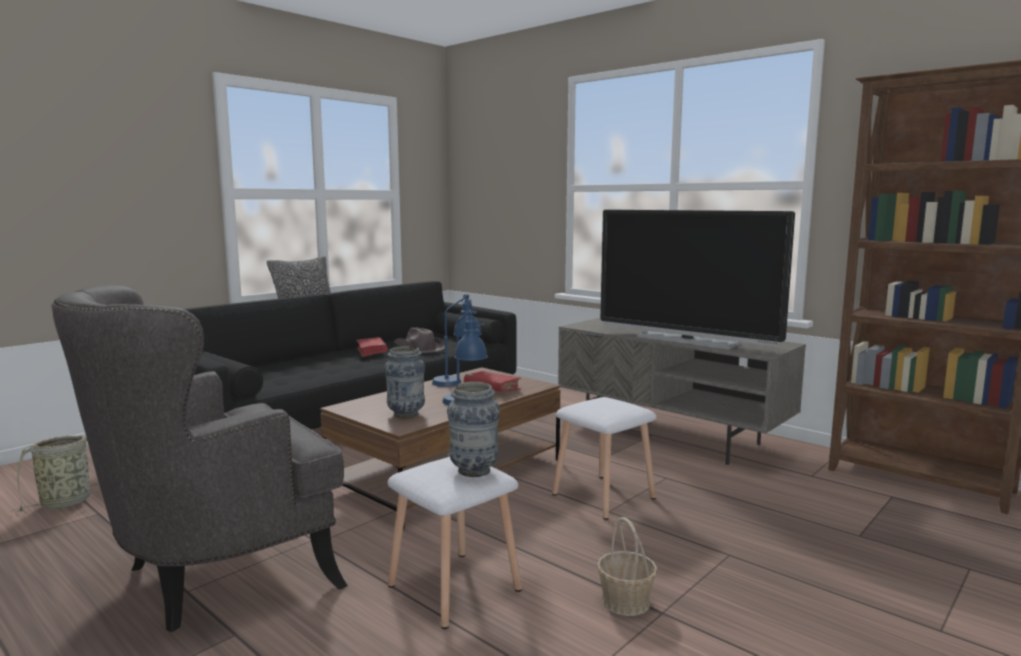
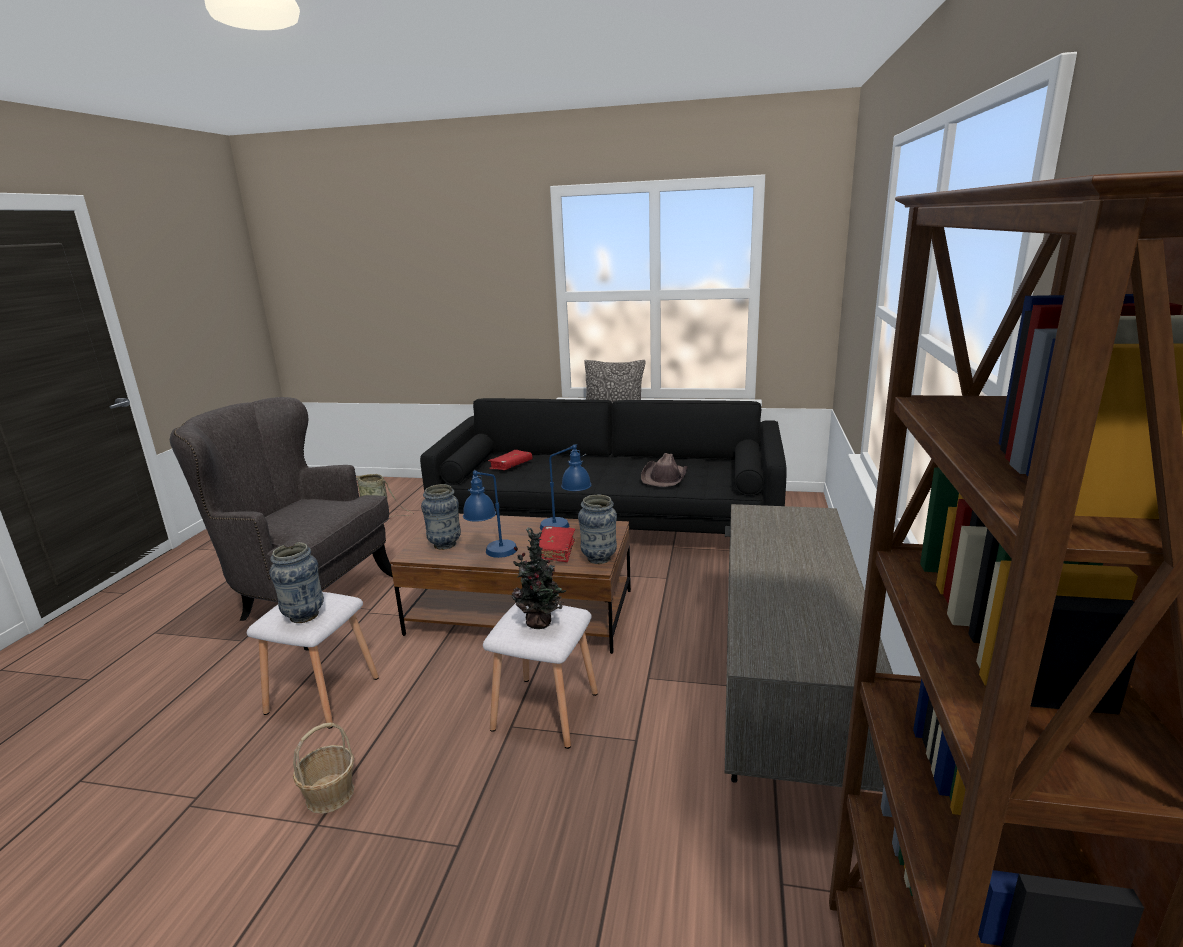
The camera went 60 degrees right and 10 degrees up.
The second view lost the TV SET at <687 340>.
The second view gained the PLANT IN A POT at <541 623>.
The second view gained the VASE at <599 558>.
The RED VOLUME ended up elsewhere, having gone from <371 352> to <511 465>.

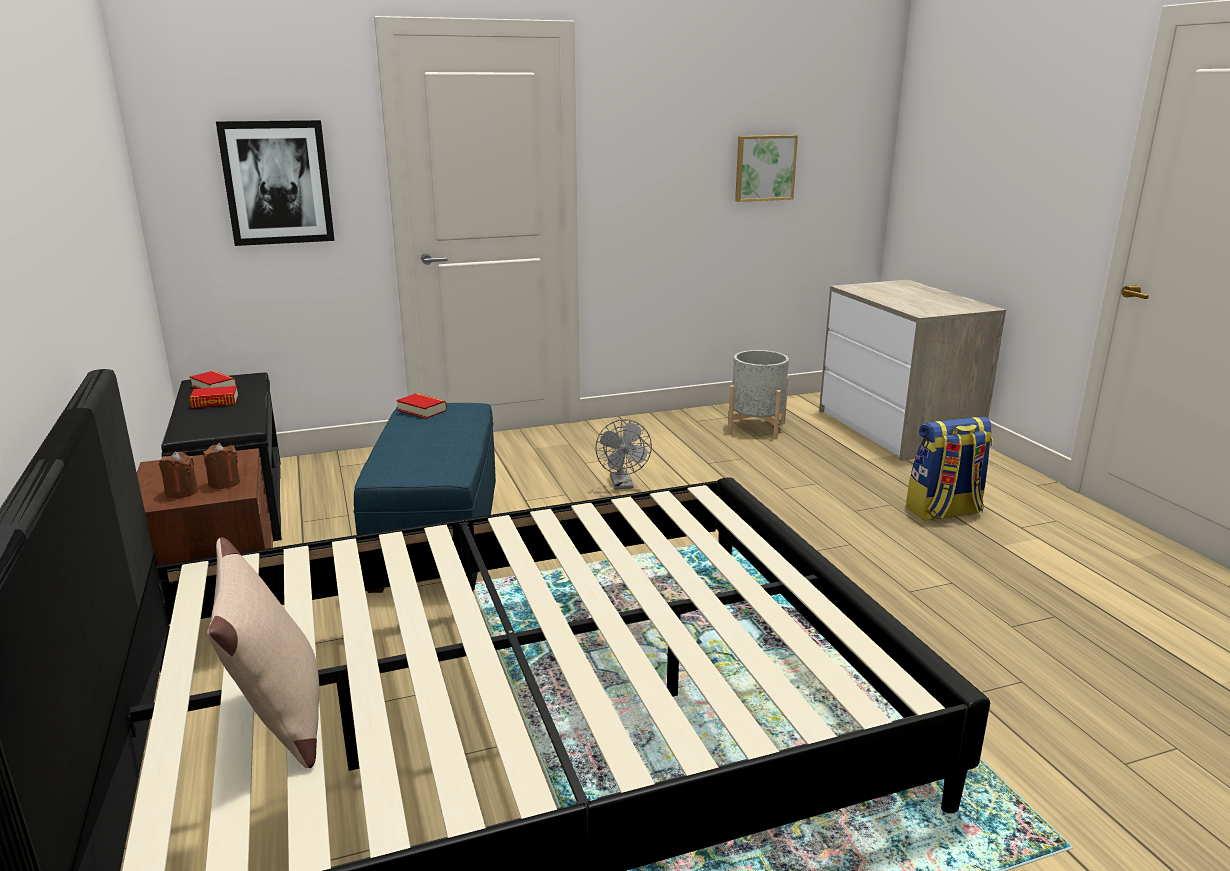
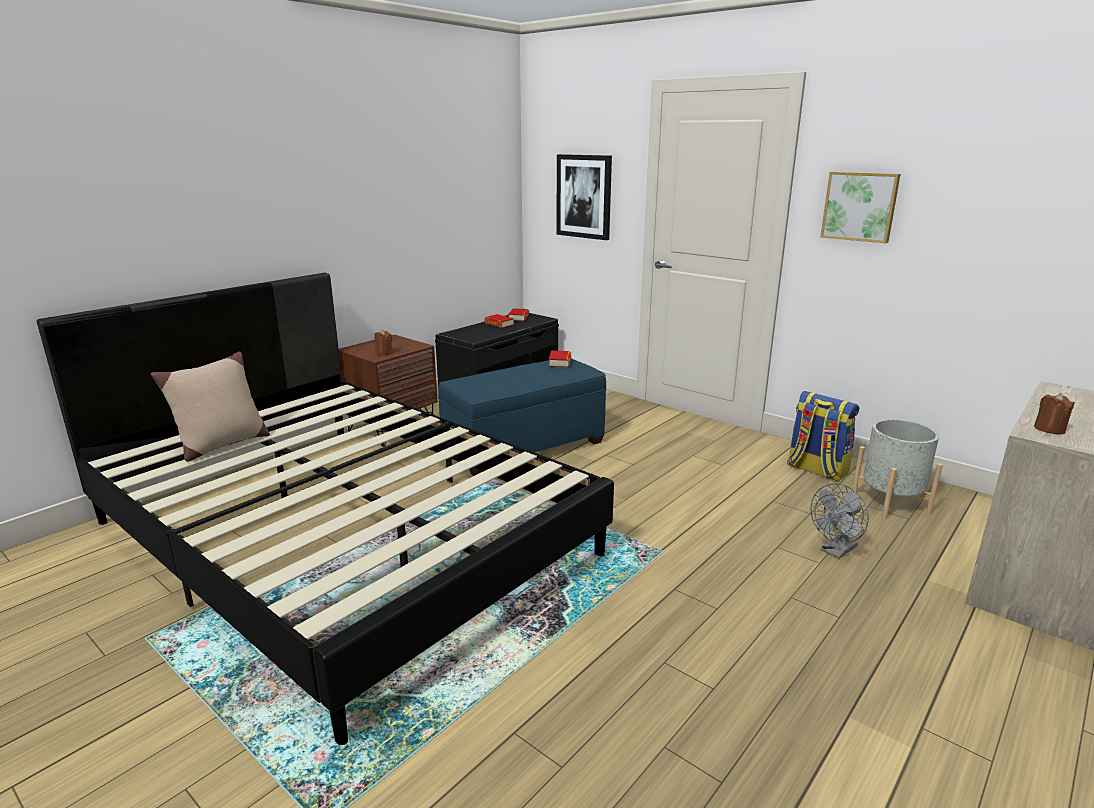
The camera went 60 degrees right and 0 degrees up.
The BROWNISH WAX CANDLE ended up elsewhere, having gone from <181 492> to <1049 429>.
The GRAY ELECTRIC FAN ended up elsewhere, having gone from <623 485> to <836 551>.
The WALL ART ended up elsewhere, having gone from <764 168> to <860 206>.
The KNAPSACK ended up elsewhere, having gone from <944 512> to <816 470>.

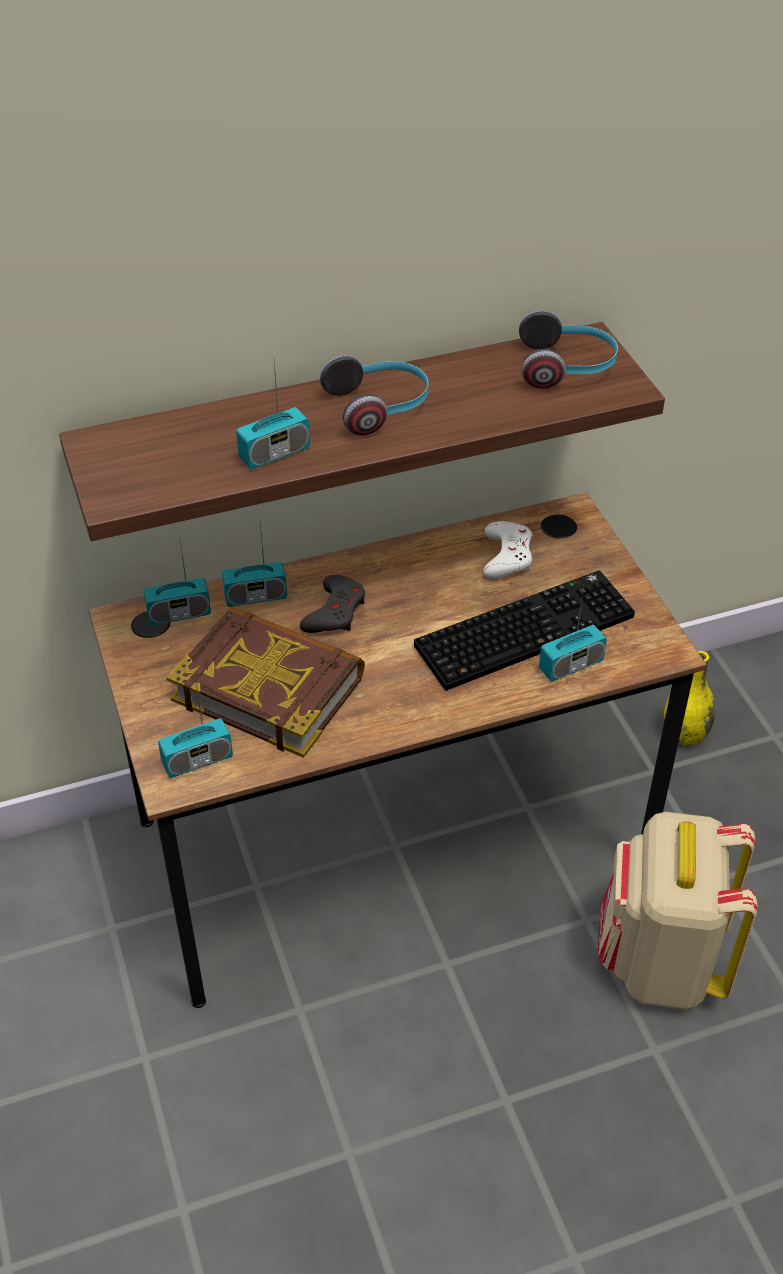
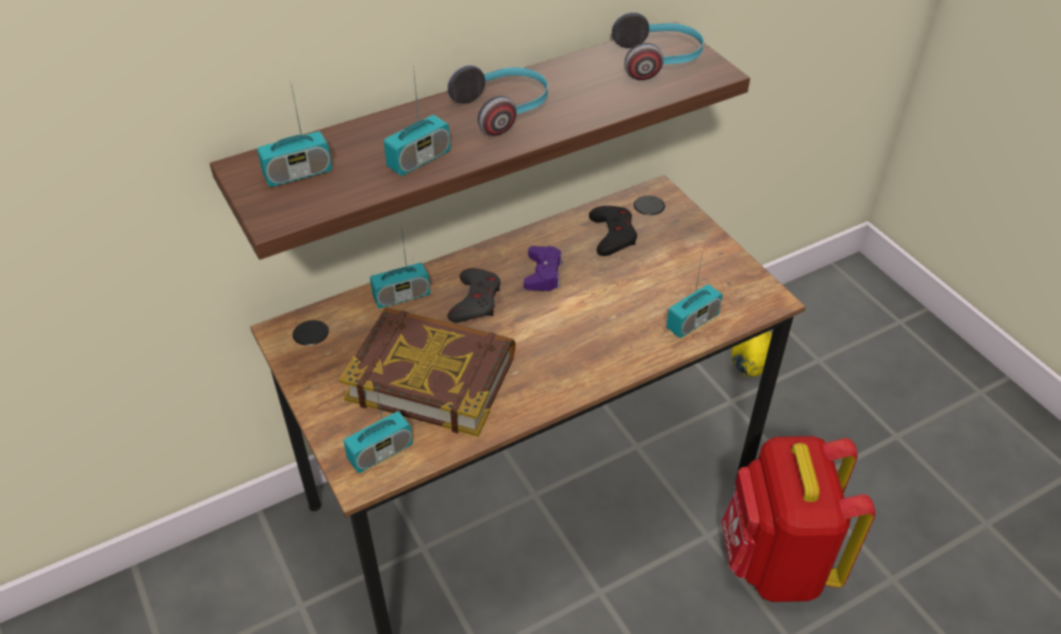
The camera went 10 degrees left and 0 degrees up.
The second view lost the PC KEYBOARD at <525 628>.
The second view gained the PURPLISH GAMEPAD at <543 274>.
The RADIO ended up elsewhere, having gone from <179 614> to <298 174>.
What was the WHITISH GAMEPAD at <507 555> turned into the BLACK-COLOURED GAMEPAD at <612 235>.
What was the BEIGE-COLOURED KNAPSACK at <660 962> turned into the RED KNAPSACK at <775 563>.

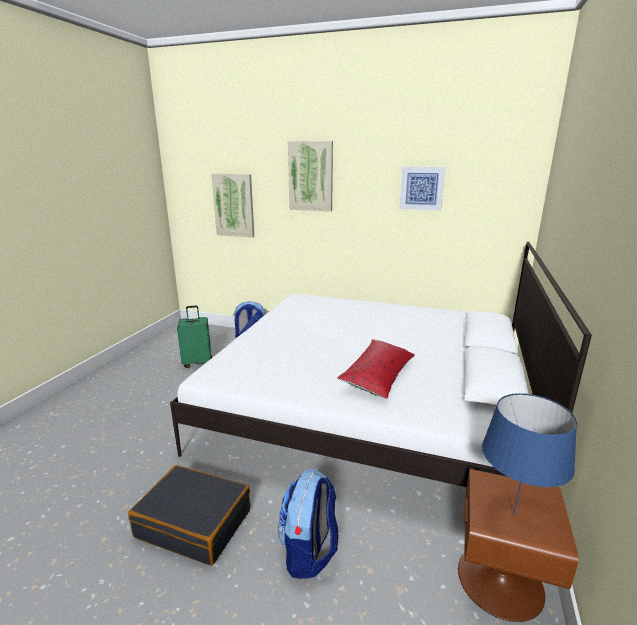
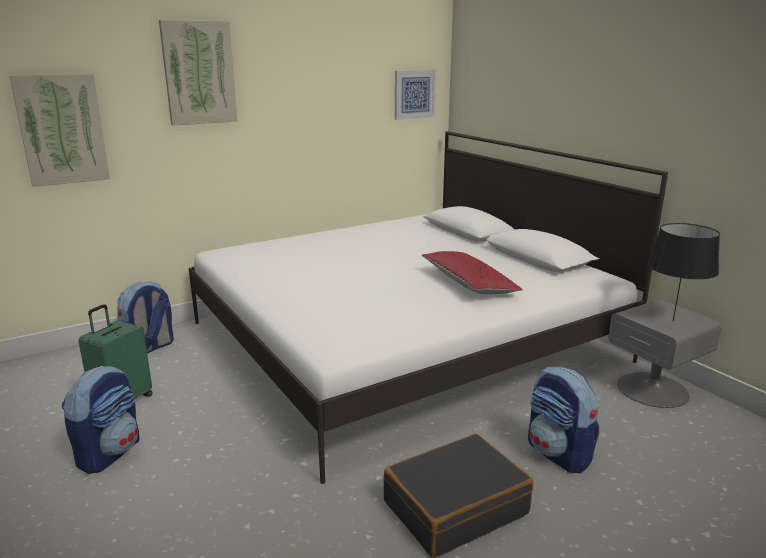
The camera went 50 degrees left and 0 degrees up.
The second view gained the KNAPSACK at <109 453>.
The WALL ART ended up elsewhere, having gone from <421 188> to <414 94>.
What was the BROWNISH NIGHT TABLE at <501 580> turned into the GRAY NIGHT TABLE at <653 389>.
What was the BLUE-COLOURED TABLETOP LAMP at <513 514> turned into the BLACK-COLOURED TABLETOP LAMP at <672 321>.

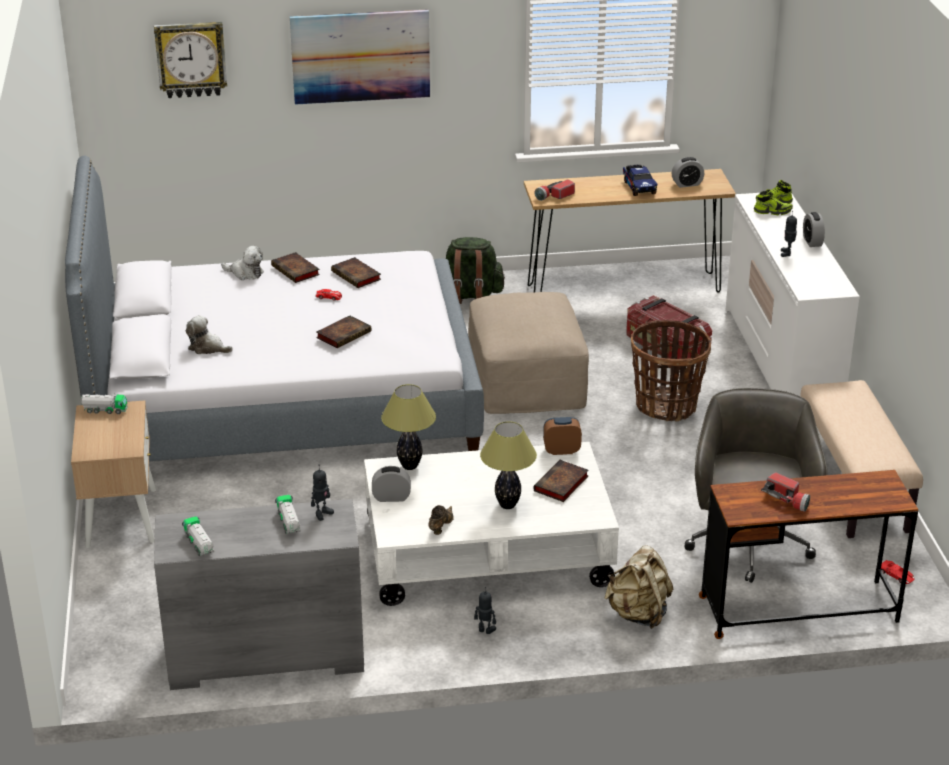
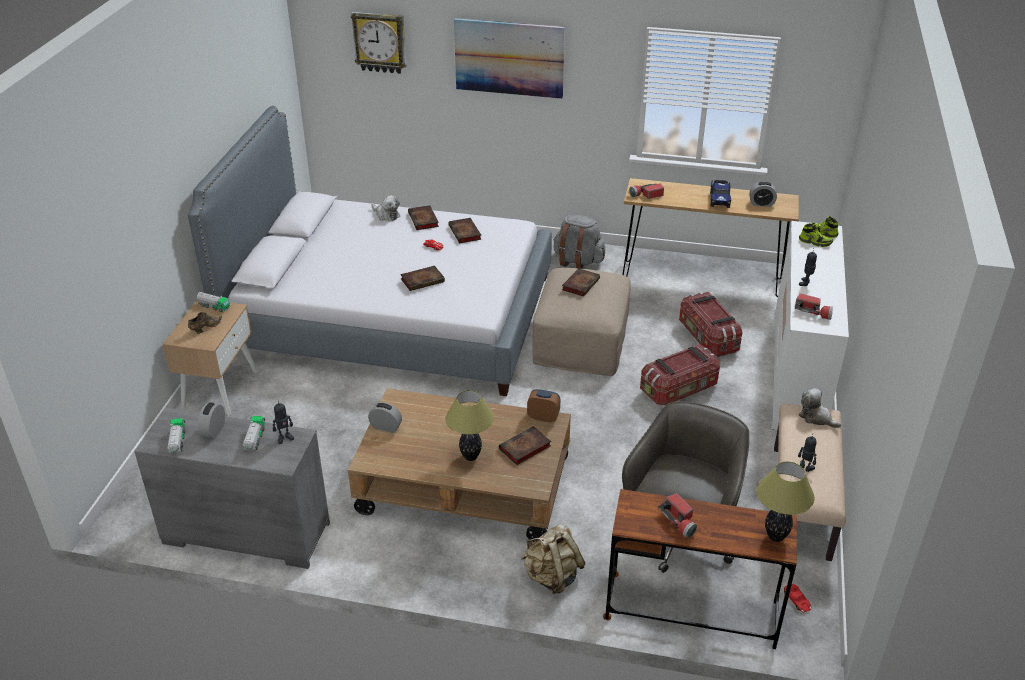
The camera went 20 degrees right and 5 degrees up.
The second view gained the VOLUME at <581 284>.
The second view gained the TORCH at <813 312>.
The PLUSH TOY ended up elsewhere, having gone from <207 348> to <816 417>.
The TABLETOP LAMP ended up elsewhere, having gone from <409 466> to <775 536>.
The BROWNISH ITEM OF FOOTWEAR ended up elsewhere, having gone from <440 526> to <205 328>.
The ROBOT FIGURE ended up elsewhere, having gone from <485 630> to <805 468>.
The BEDSIDE CLOCK ended up elsewhere, having gone from <812 242> to <214 431>.
Where the STORAGE BASKET stood at <666 406>, the STORAGE CONTAINER came to stand at <680 389>.
What was the WHITISH COFFEE TABLE at <487 552> turned into the BROWNISH COFFEE TABLE at <464 486>.
What was the GREENISH KNAPSACK at <470 295> turned into the GRAY KNAPSACK at <577 261>.

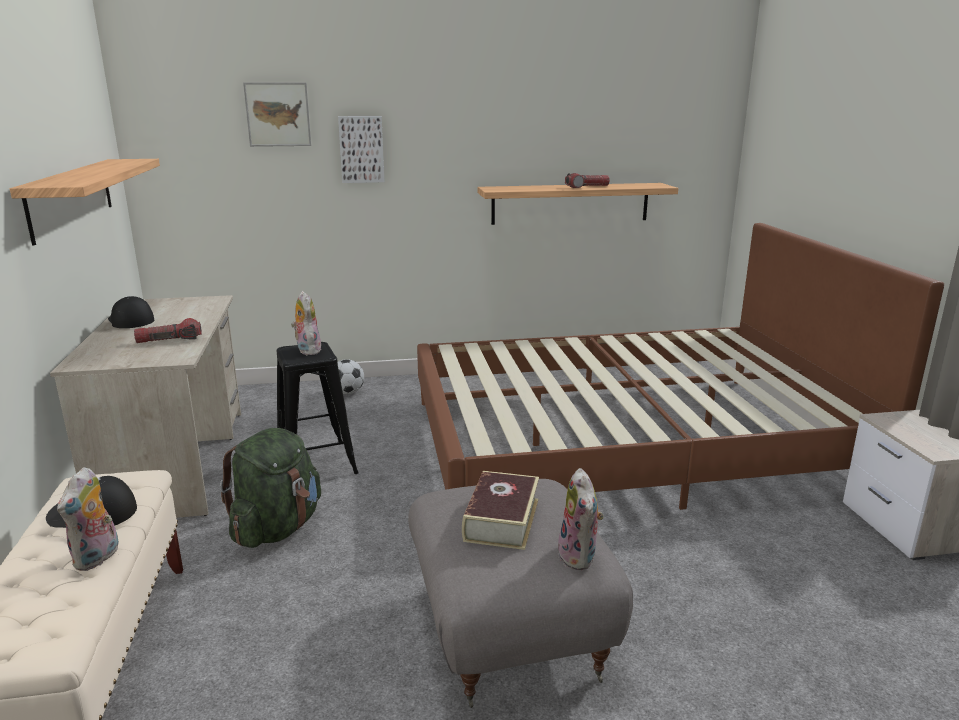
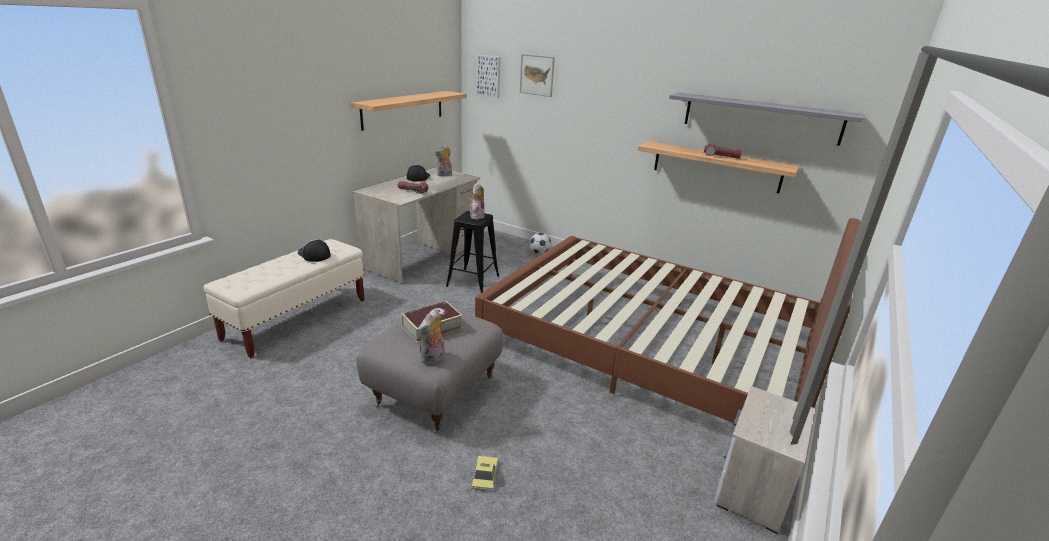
The camera went 40 degrees right and 5 degrees up.
The second view lost the GREENISH KNAPSACK at <277 528>.
The second view gained the MINIATURE CAR at <485 476>.
The second view gained the GRAY WALL SHELF at <761 118>.
The PLUSH TOY ended up elsewhere, having gone from <98 558> to <444 175>.
The WALL ART ended up elsewhere, having gone from <361 149> to <489 76>.

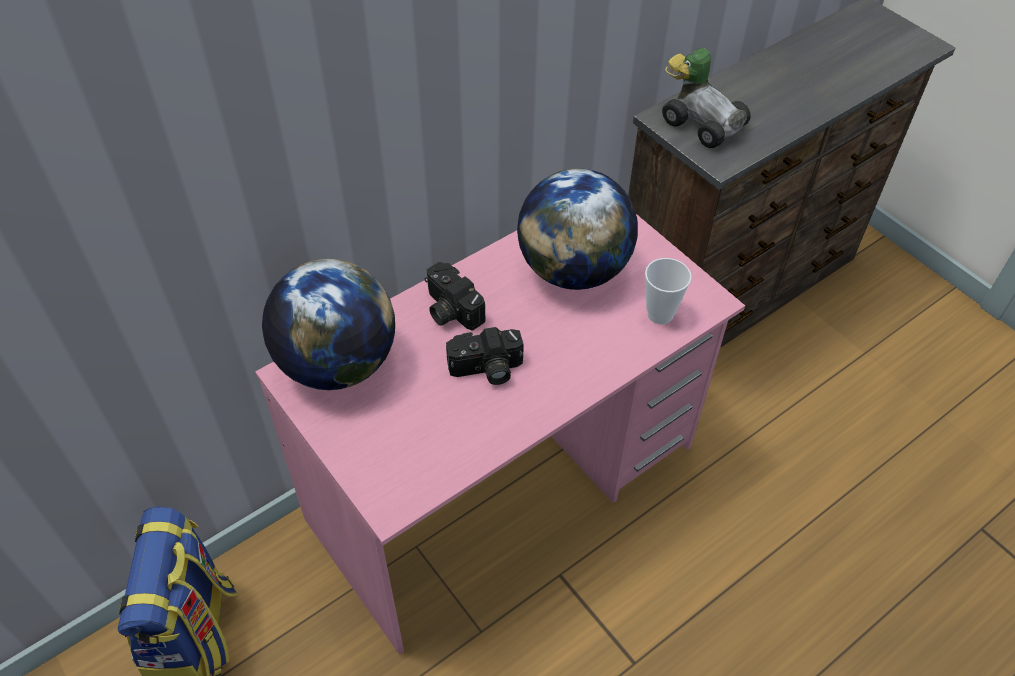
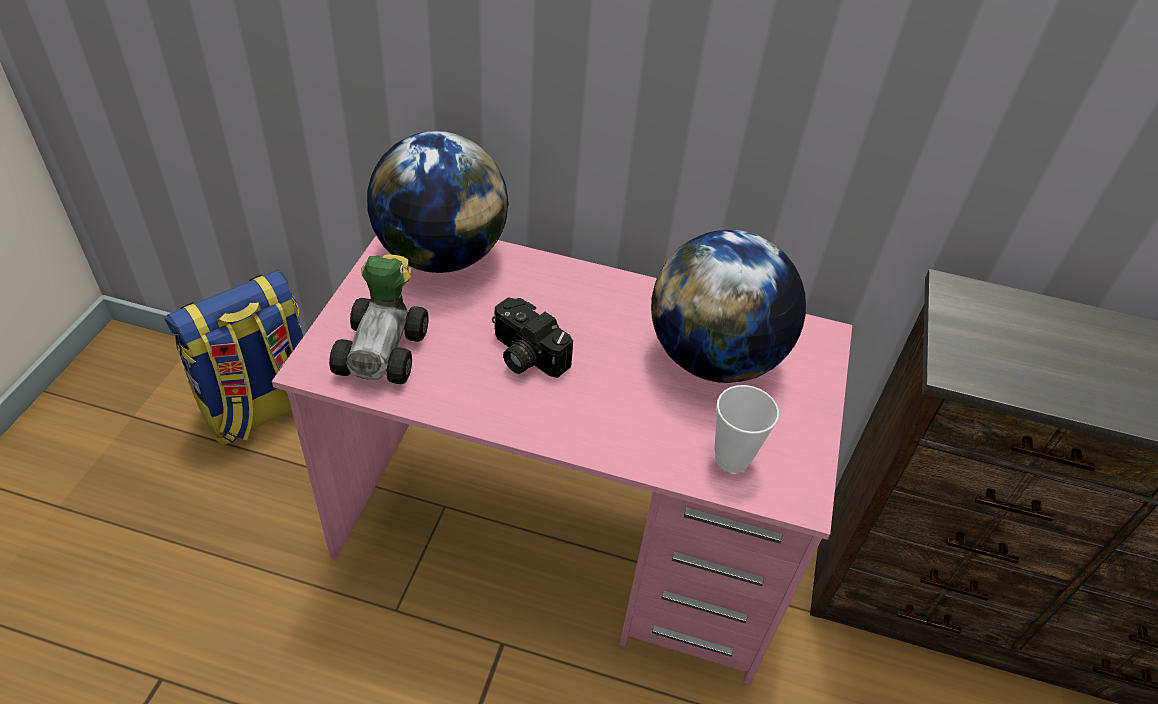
The camera went 50 degrees right and 5 degrees down.
The second view lost the STILL CAMERA at <449 310>.
The MINIATURE CAR ended up elsewhere, having gone from <701 121> to <386 348>.

